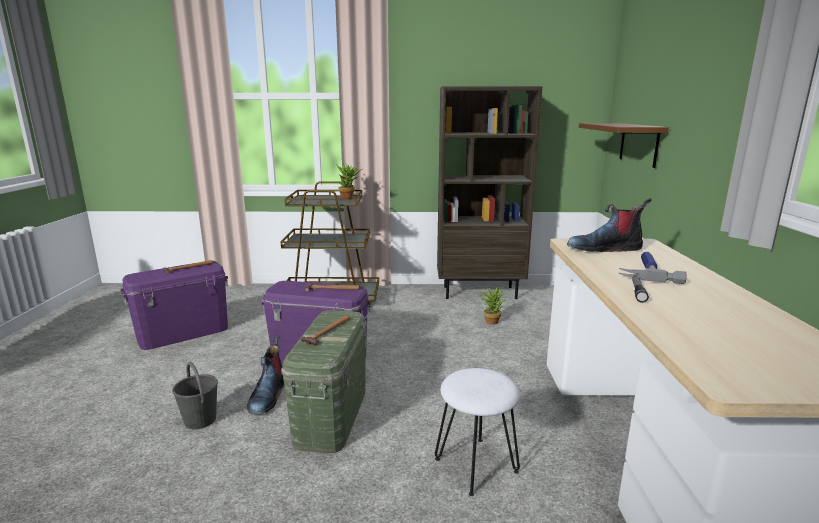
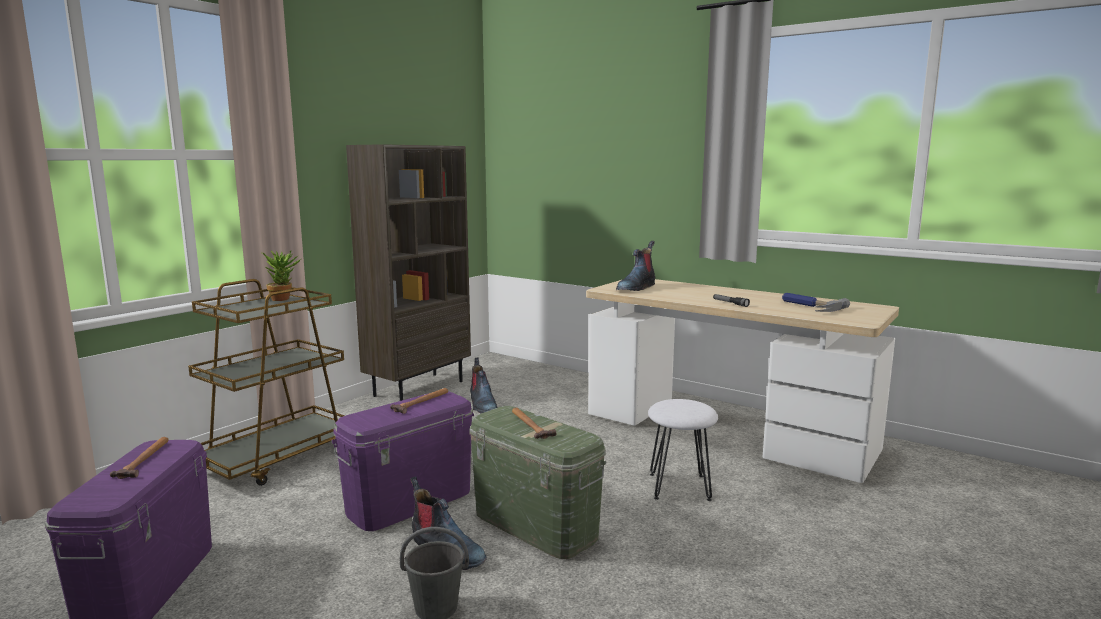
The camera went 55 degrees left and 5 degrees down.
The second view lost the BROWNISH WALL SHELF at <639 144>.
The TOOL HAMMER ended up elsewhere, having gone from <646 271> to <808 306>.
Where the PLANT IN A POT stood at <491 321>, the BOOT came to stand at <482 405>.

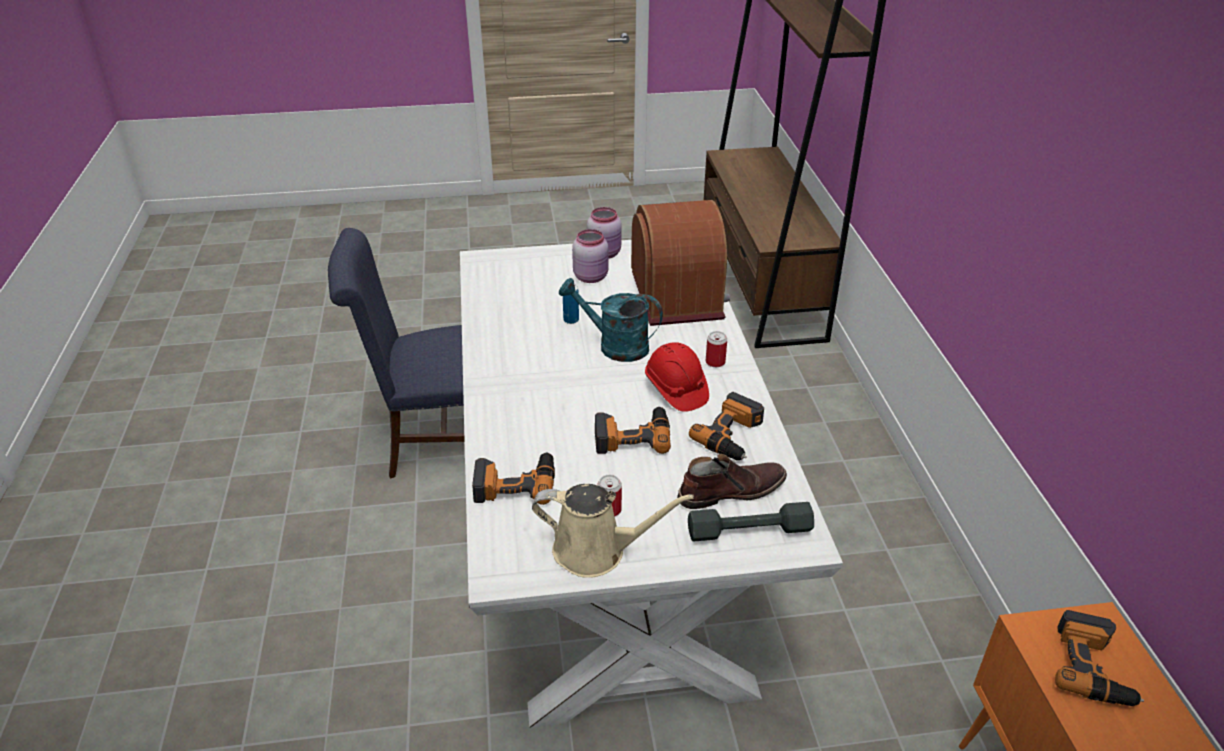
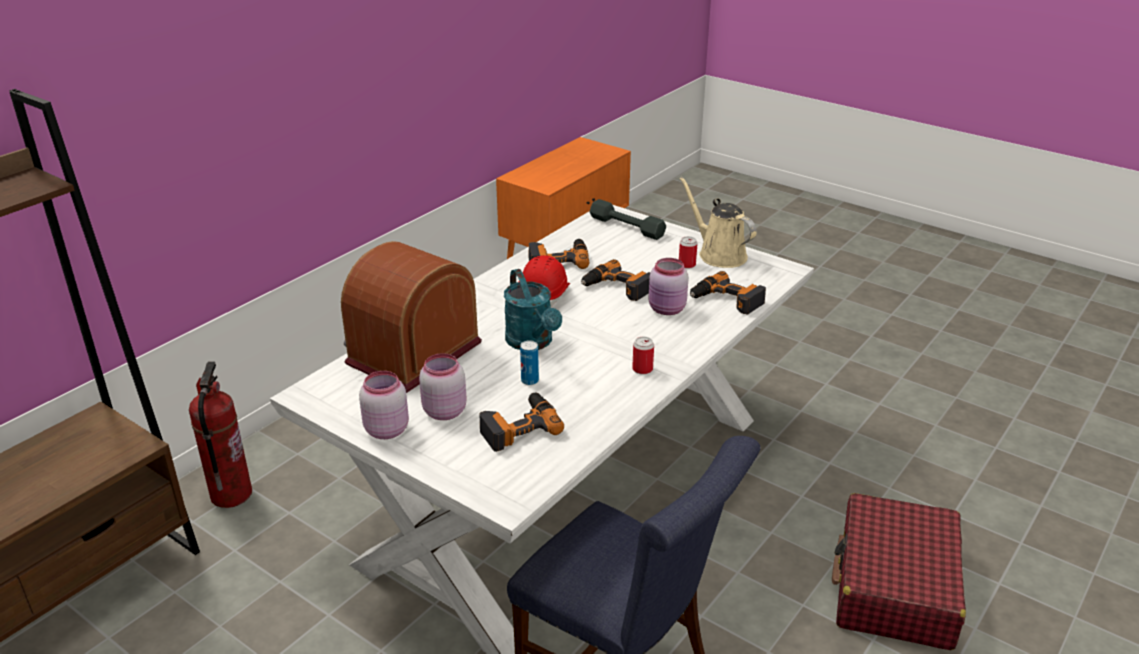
The camera went 135 degrees left and 5 degrees down.
The second view lost the BROWNISH BOOT at <730 490>.
The second view gained the FIRE EXTINGUISHER at <231 495>.
The second view gained the PINK PRESERVE JAR at <667 309>.
The second view gained the RED SUITCASE at <894 587>.
The SEALED CAN ended up elsewhere, having gone from <715 362> to <642 369>.
The POWER DRILL ended up elsewhere, having gone from <1093 667> to <518 427>.

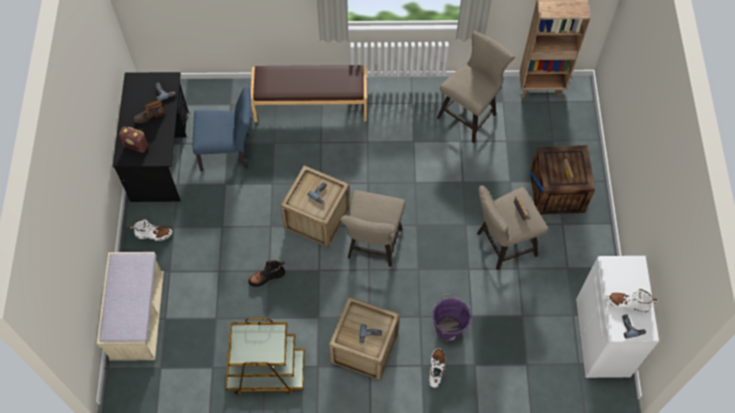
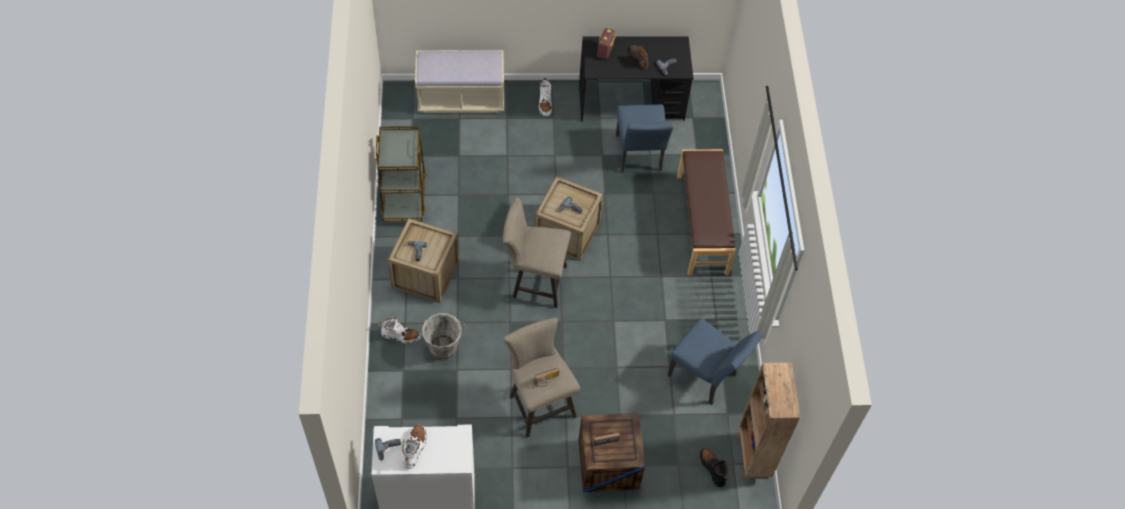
The camera went 85 degrees right and 5 degrees down.
The BLACK-COLOURED BOOT ended up elsewhere, having gone from <267 277> to <712 468>.
Where the BEIGE-COLOURED SITTING STOOL stood at <470 114>, the BLUE-COLOURED UPRIGHT CHAIR came to stand at <706 377>.
What was the PURPLISH WATER BUCKET at <448 327> turned into the GRAY WATER BUCKET at <444 348>.

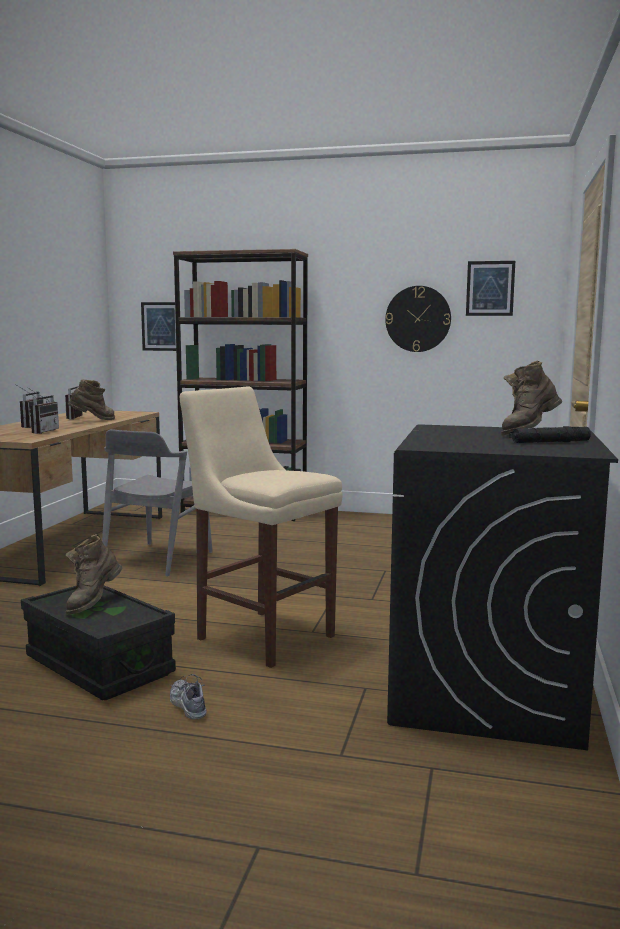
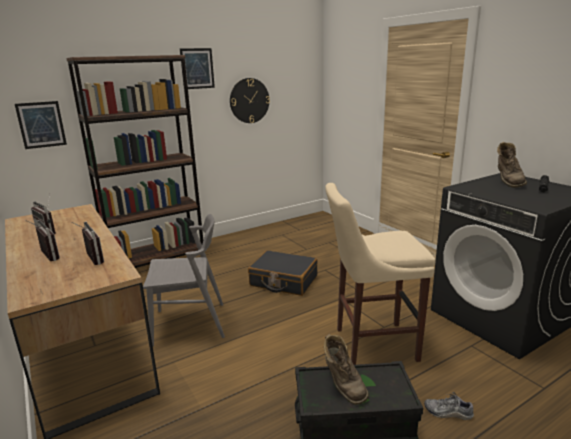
The camera went 45 degrees left and 10 degrees up.
The second view lost the BROWNISH BOOT at <93 421>.
The second view gained the BLACK-COLOURED SUITCASE at <283 281>.
The WALL ART ended up elsewhere, having gone from <490 288> to <197 68>.
The GRAY UPRIGHT CHAIR at <157 559> ended up facing another way, 75 degrees counterclockwise from before.

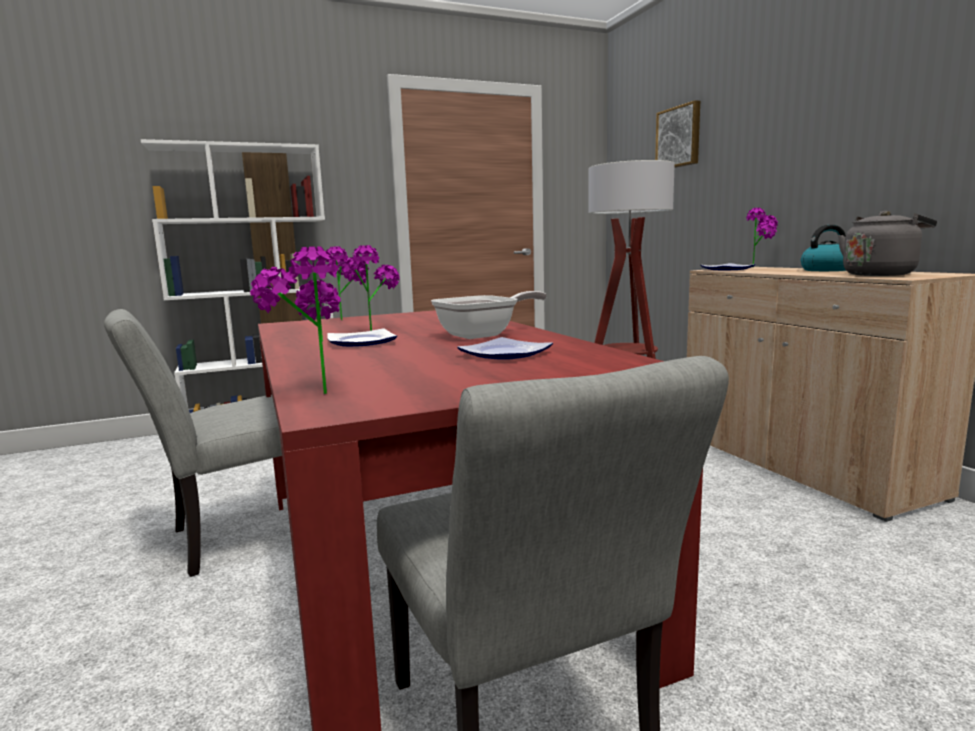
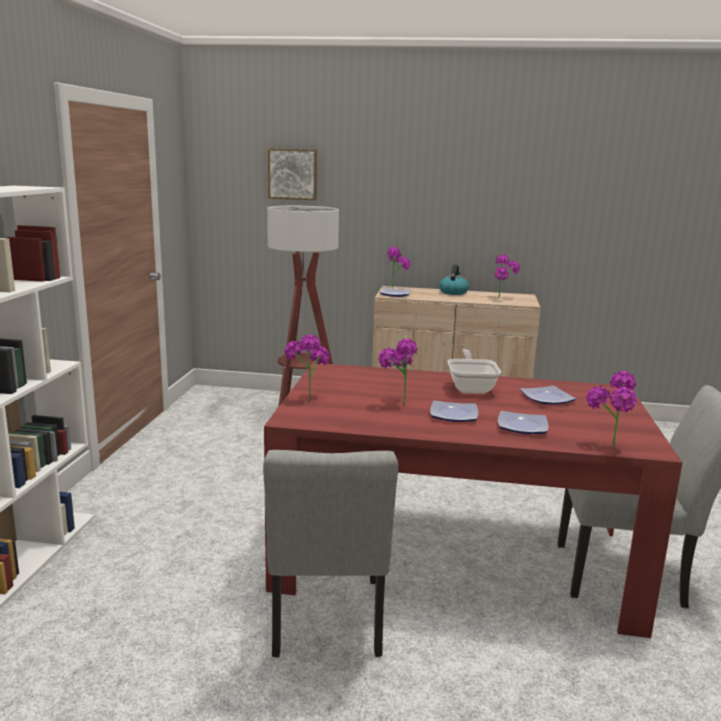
The camera went 60 degrees left and 5 degrees up.
The second view gained the FLAT DISH at <523 427>.
Where the GRAY TEA KETTLE stood at <880 274>, the PLANT IN A POT came to stand at <503 299>.

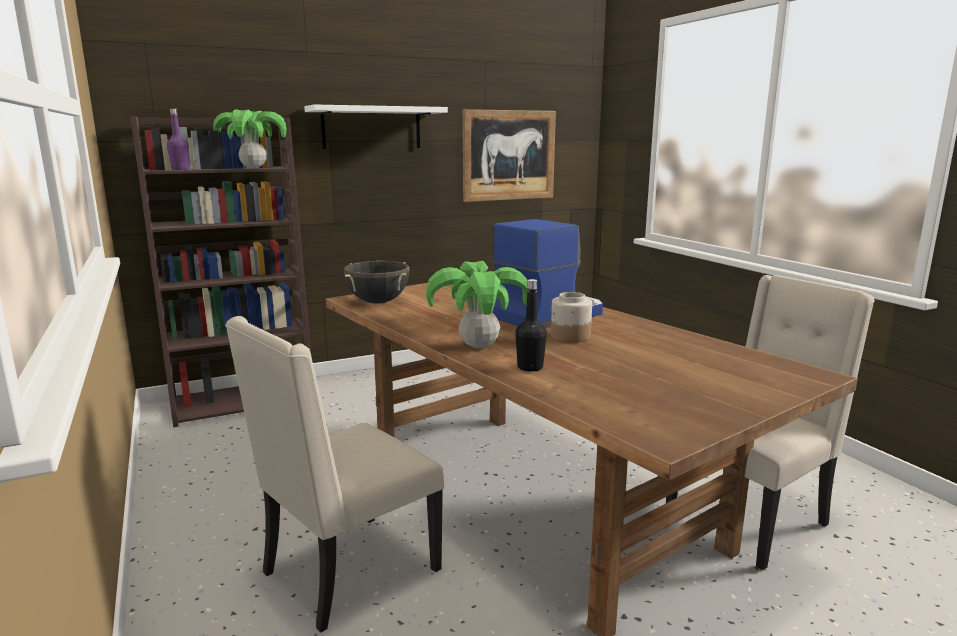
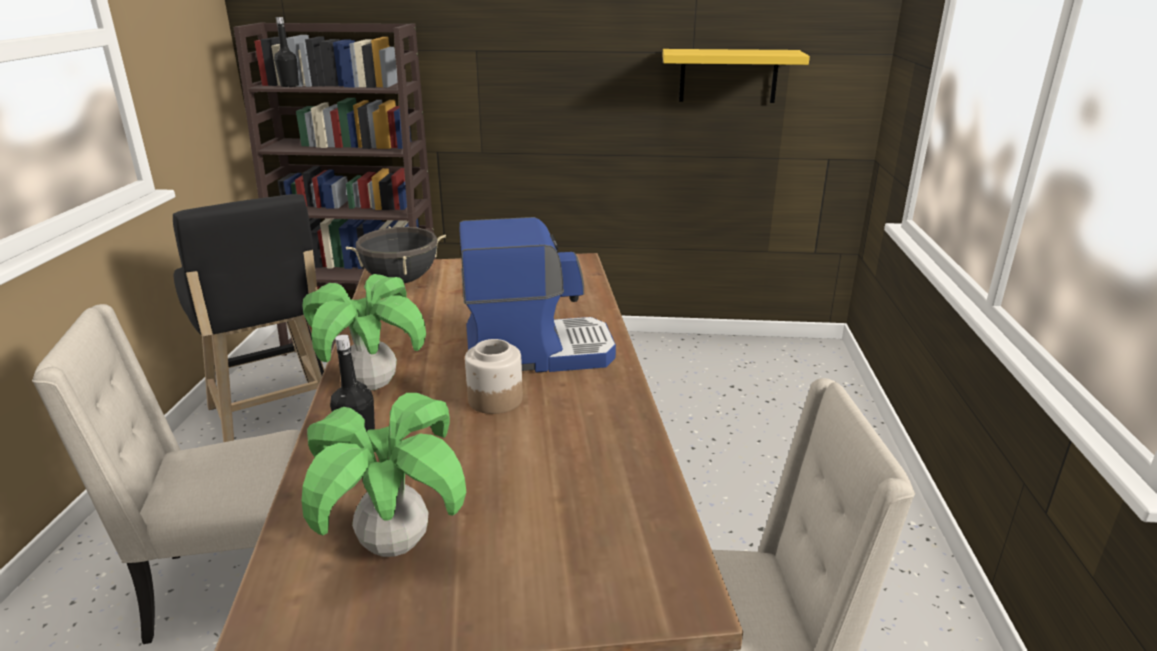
The camera went 30 degrees right and 10 degrees up.
The second view lost the WHITISH WALL SHELF at <371 128>.
The second view gained the BLACK-COLOURED SITTING STOOL at <275 421>.
The PLANT IN A POT ended up elsewhere, having gone from <253 167> to <394 544>.
Where the WALL ART hung at <509 155>, the YELLOWISH WALL SHELF came to hang at <728 76>.
What was the PURPLISH BEVERAGE BOTTLE at <180 169> turned into the BLACK-COLOURED BEVERAGE BOTTLE at <290 86>.

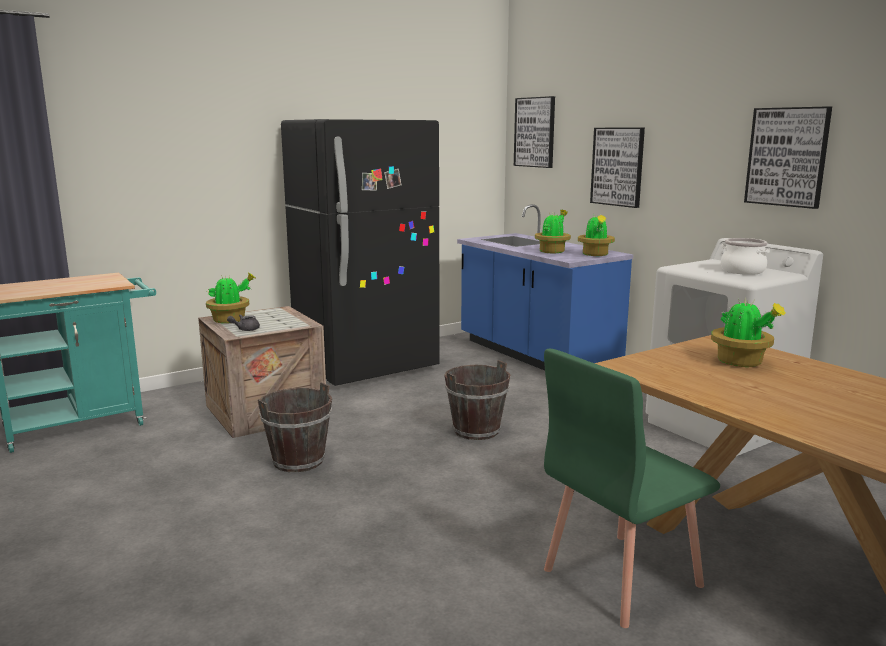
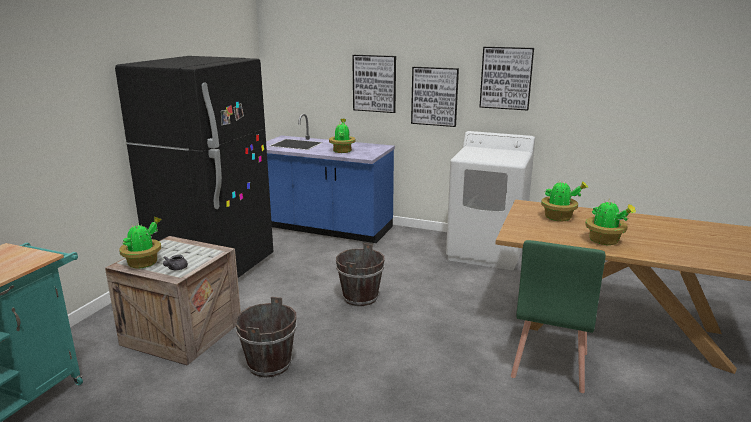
The camera went 35 degrees left and 5 degrees up.
The second view lost the SAUCEPOT at <742 271>.
The WALL ART ended up elsewhere, having gone from <535 132> to <434 96>.
The PLANT IN A POT ended up elsewhere, having gone from <595 255> to <605 241>.

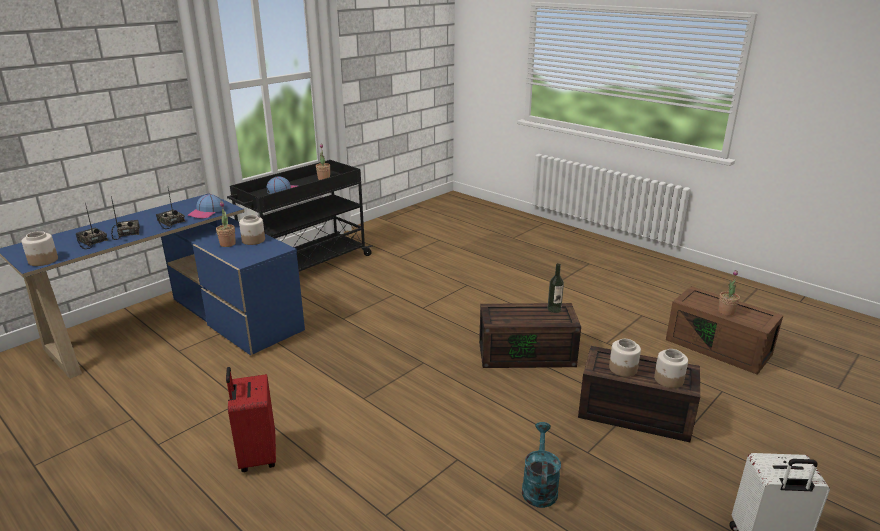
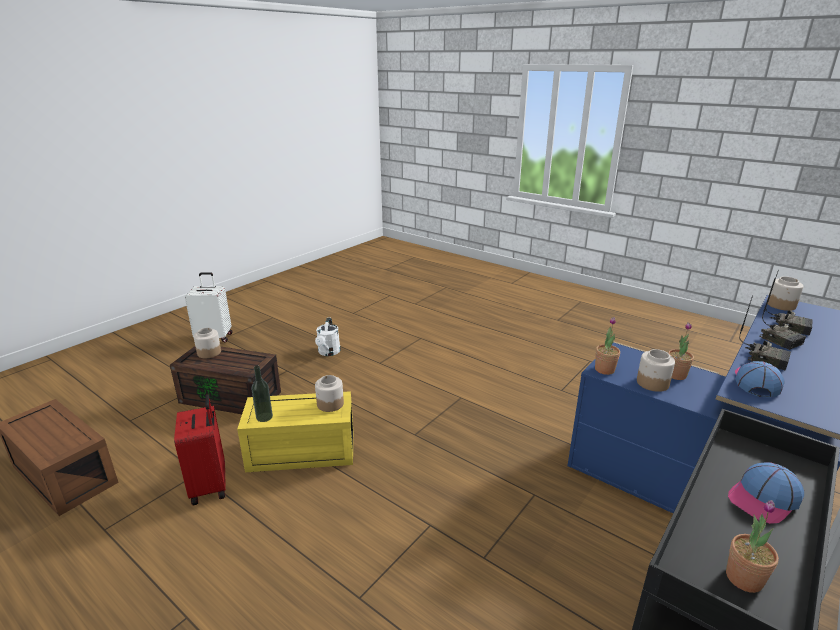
The camera went 175 degrees right and 0 degrees up.
The RED SUITCASE ended up elsewhere, having gone from <257 456> to <210 486>.
The PRESERVE JAR ended up elsewhere, having gone from <623 369> to <330 404>.
The PLANT IN A POT ended up elsewhere, having gone from <726 312> to <604 370>.
What was the BROWNISH STORAGE CONTAINER at <527 353> turned into the YELLOWISH STORAGE CONTAINER at <300 452>.
What was the TURQUOISE-COLOURED SPRINKLING CAN at <539 486> turned into the WHITISH SPRINKLING CAN at <328 352>.

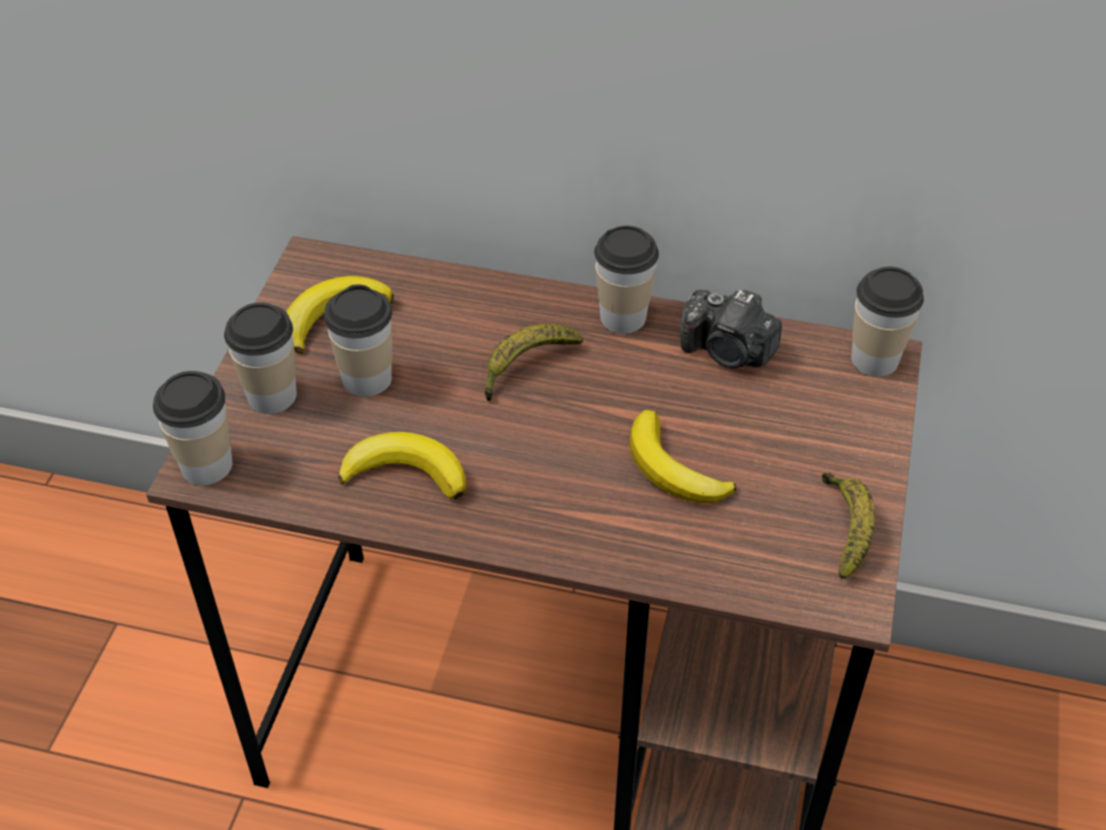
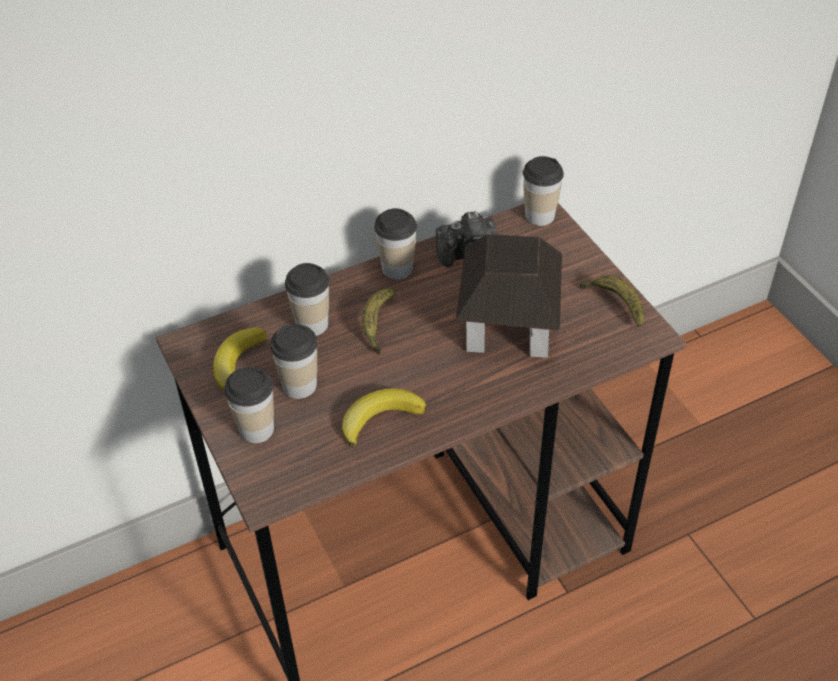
The camera went 40 degrees left and 0 degrees up.
The DRINKING CUP ended up elsewhere, having gone from <206 465> to <312 324>.
Where the BANANA stood at <673 468>, the TOY HOUSE came to stand at <508 327>.

